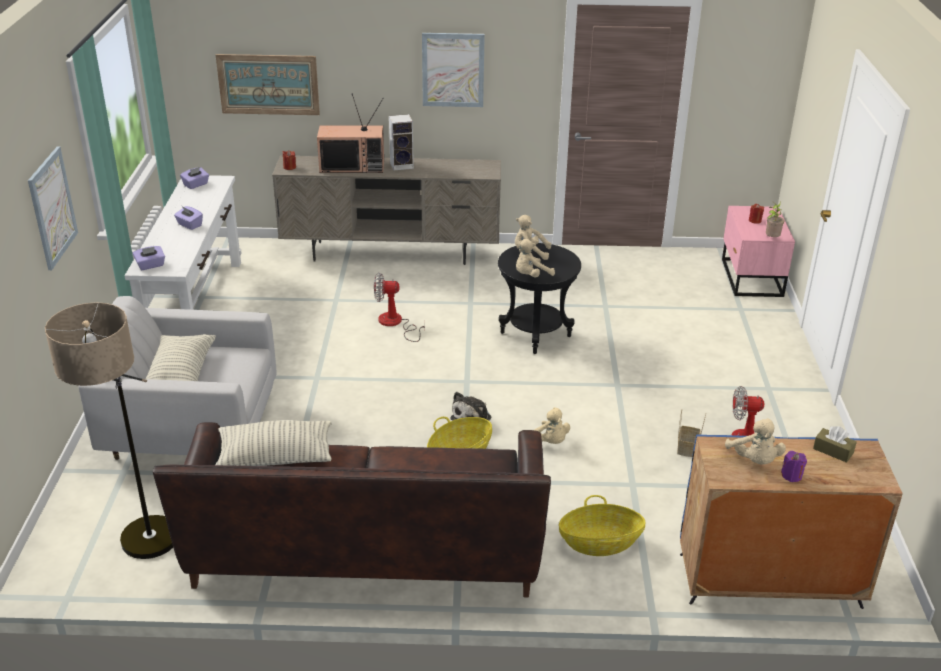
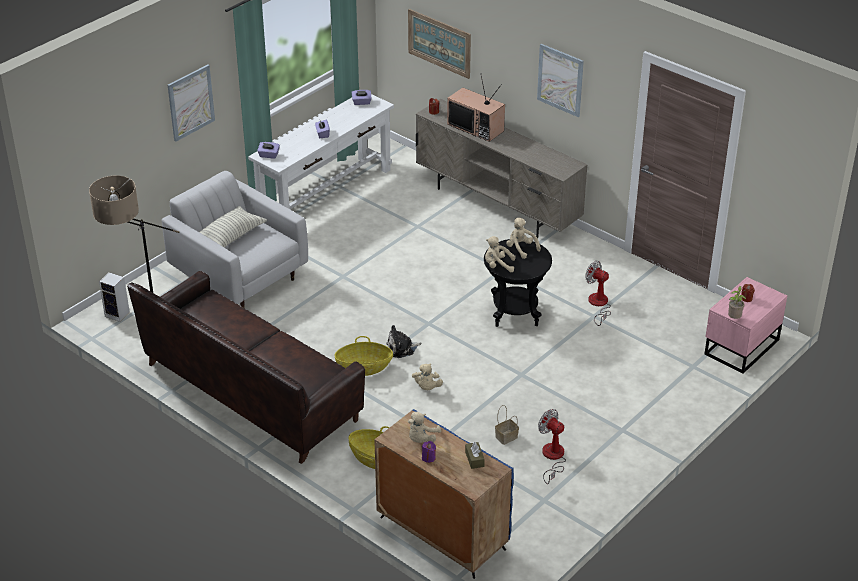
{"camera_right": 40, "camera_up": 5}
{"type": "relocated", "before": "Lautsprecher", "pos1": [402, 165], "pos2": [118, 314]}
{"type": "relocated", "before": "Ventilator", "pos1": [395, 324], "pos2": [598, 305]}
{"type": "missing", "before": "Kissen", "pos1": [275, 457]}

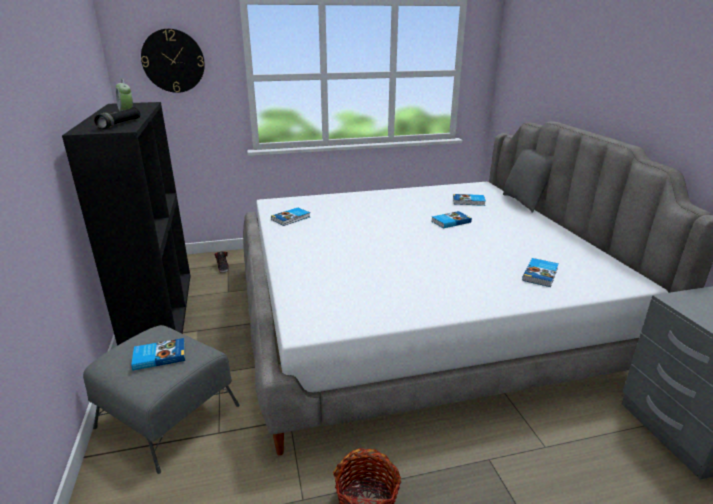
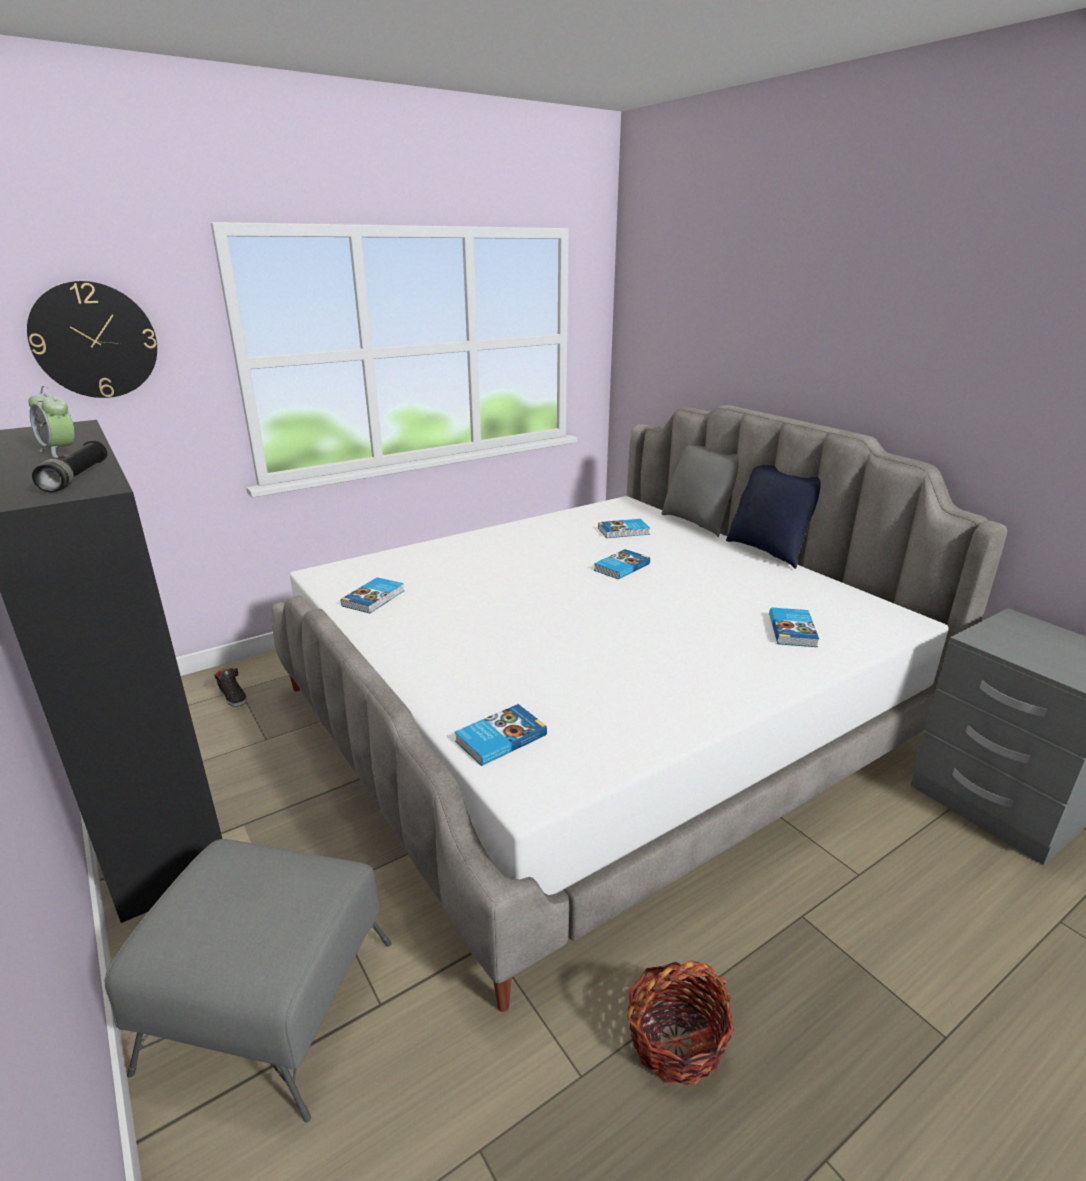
{"camera_right": -20, "camera_up": 0}
{"type": "relocated", "before": "Buch", "pos1": [159, 356], "pos2": [499, 738]}
{"type": "appeared", "after": "Kissen (blau)", "pos2": [768, 551]}

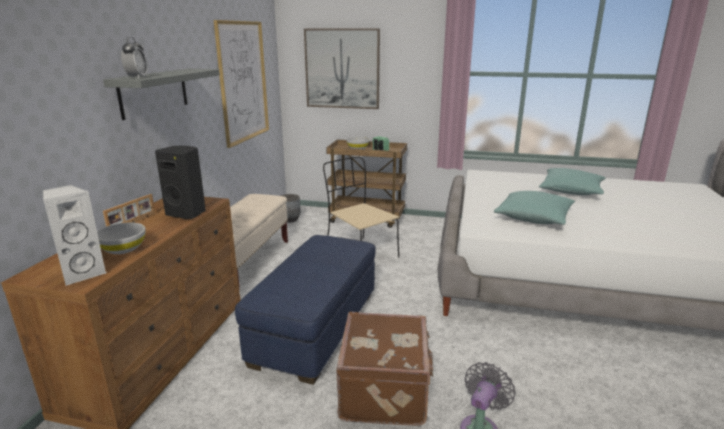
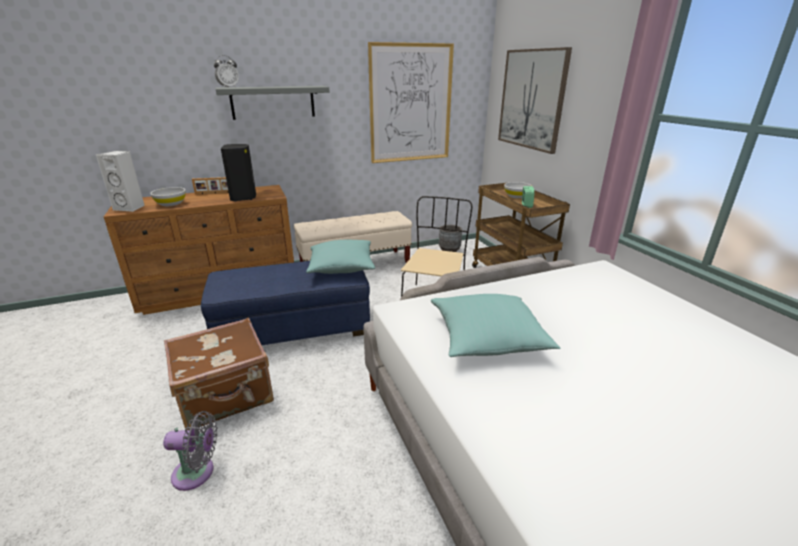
{"camera_right": 55, "camera_up": 5}
{"type": "relocated", "before": "Kissen (türkis)", "pos1": [571, 191], "pos2": [341, 267]}

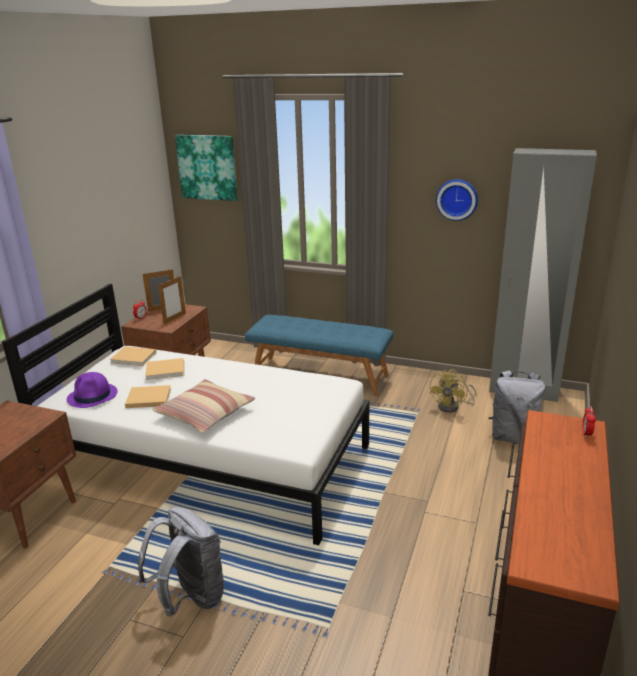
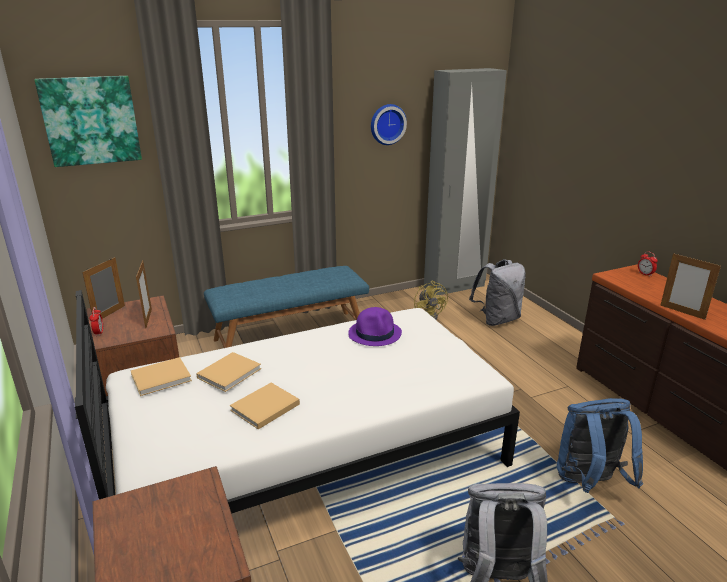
{"camera_right": -45, "camera_up": 0}
{"type": "relocated", "before": "Hut (lila)", "pos1": [93, 396], "pos2": [375, 333]}
{"type": "appeared", "after": "Rucksack (blau)", "pos2": [589, 483]}
{"type": "appeared", "after": "Bilderrahmen", "pos2": [682, 312]}
{"type": "missing", "before": "Kissen", "pos1": [205, 414]}

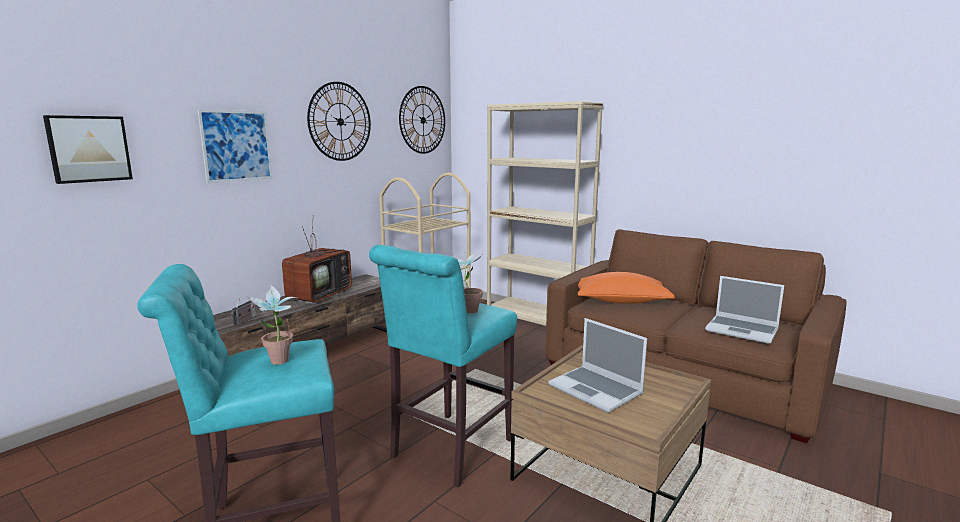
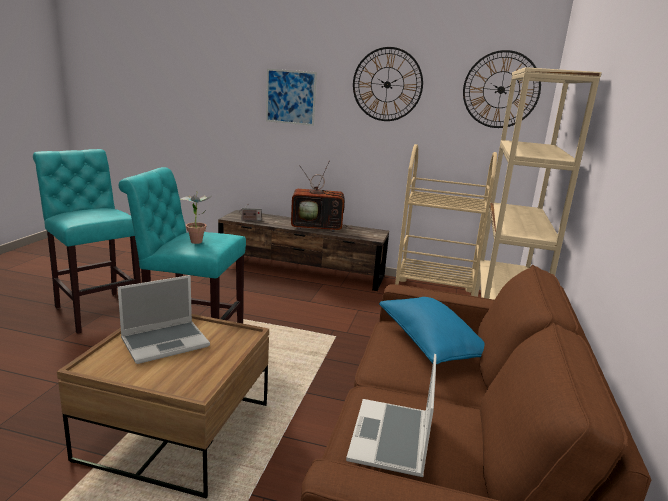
{"camera_right": 65, "camera_up": 5}
{"type": "spun", "before": "Laptop", "pos1": [597, 390], "pos2": [166, 342], "turn": -150}
{"type": "colour", "before": "Kissen (orange)", "after": "Kissen (blau)", "pos1": [621, 301], "pos2": [430, 343]}
{"type": "missing", "before": "Bild", "pos1": [89, 149]}
{"type": "missing", "before": "Topfpflanze", "pos1": [279, 363]}

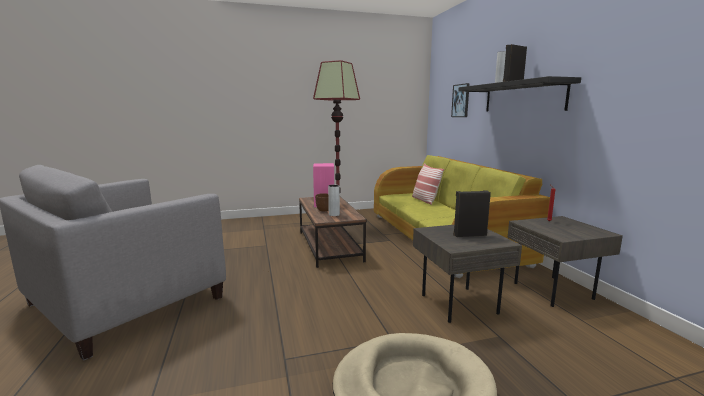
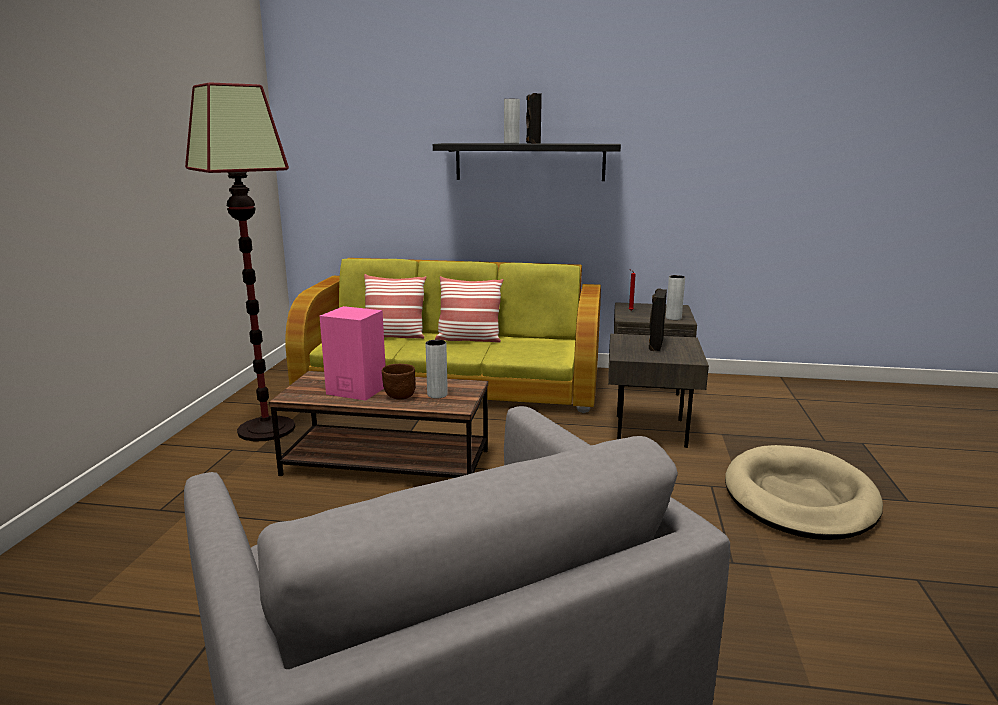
{"camera_right": -65, "camera_up": 5}
{"type": "appeared", "after": "Kissen", "pos2": [469, 339]}
{"type": "appeared", "after": "Vase (grau)", "pos2": [673, 318]}
{"type": "missing", "before": "Bild", "pos1": [461, 100]}

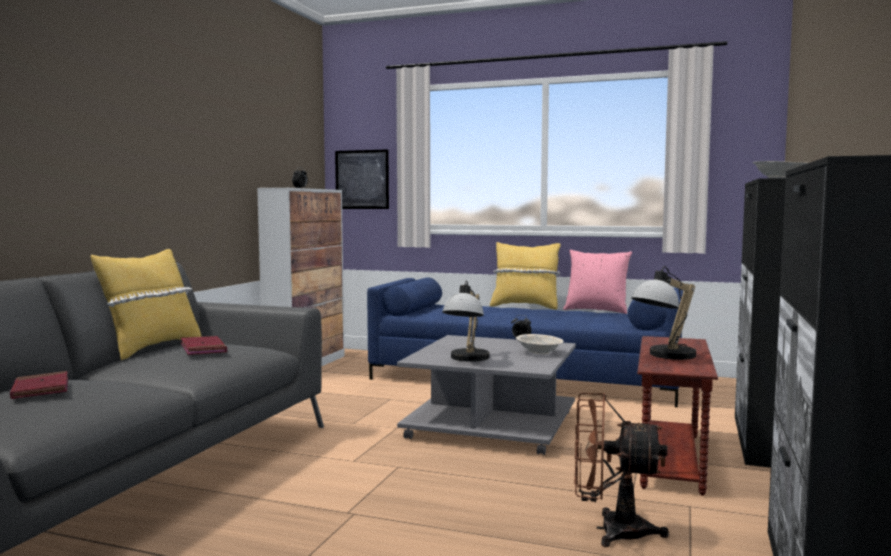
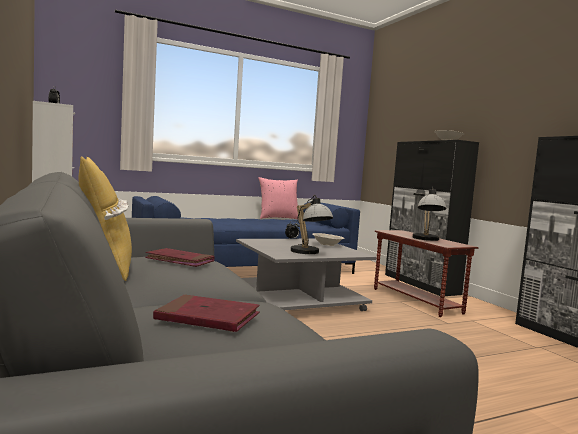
{"camera_right": -45, "camera_up": 0}
{"type": "missing", "before": "Bild", "pos1": [362, 179]}
{"type": "missing", "before": "Kissen (gelb)", "pos1": [525, 306]}
{"type": "missing", "before": "Ventilator (braun)", "pos1": [610, 530]}

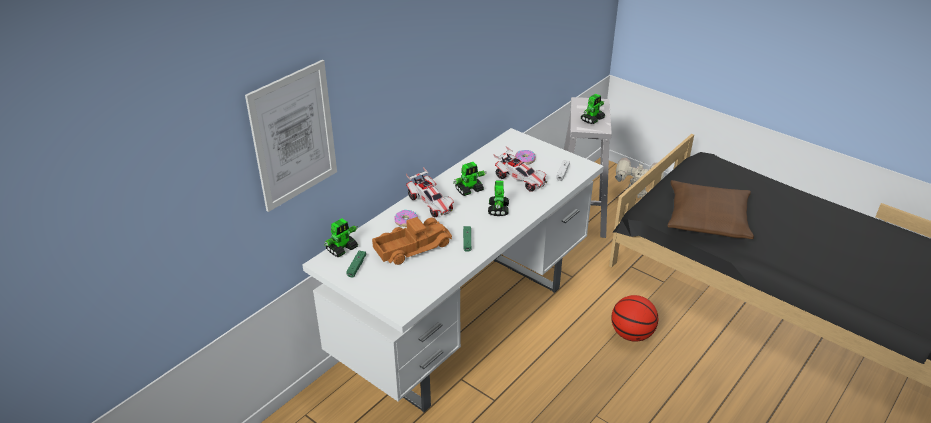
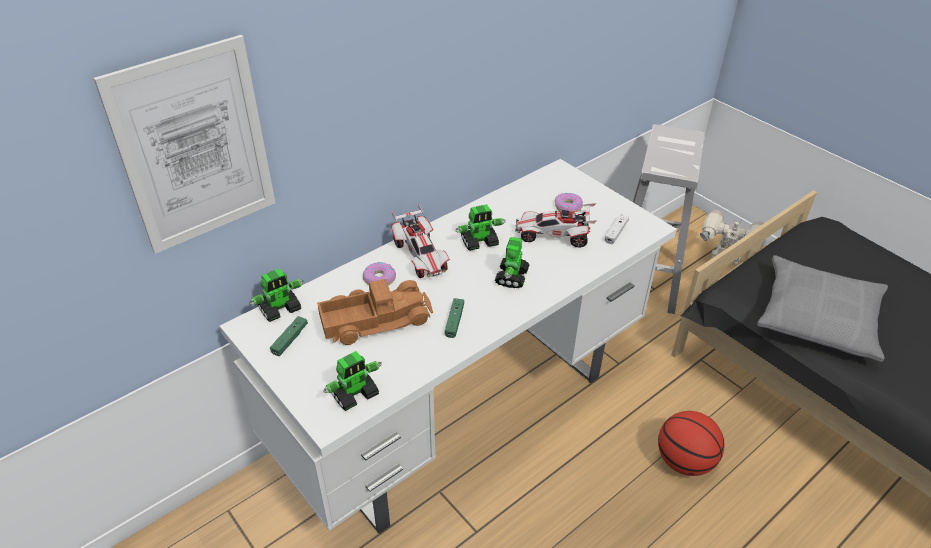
{"camera_right": 10, "camera_up": 5}
{"type": "relocated", "before": "Spielzeugroboter", "pos1": [592, 119], "pos2": [355, 394]}
{"type": "spun", "before": "Spielzeugauto", "pos1": [520, 180], "pos2": [554, 236], "turn": 135}
{"type": "colour", "before": "Kissen (braun)", "after": "Kissen (grau)", "pos1": [707, 218], "pos2": [818, 317]}

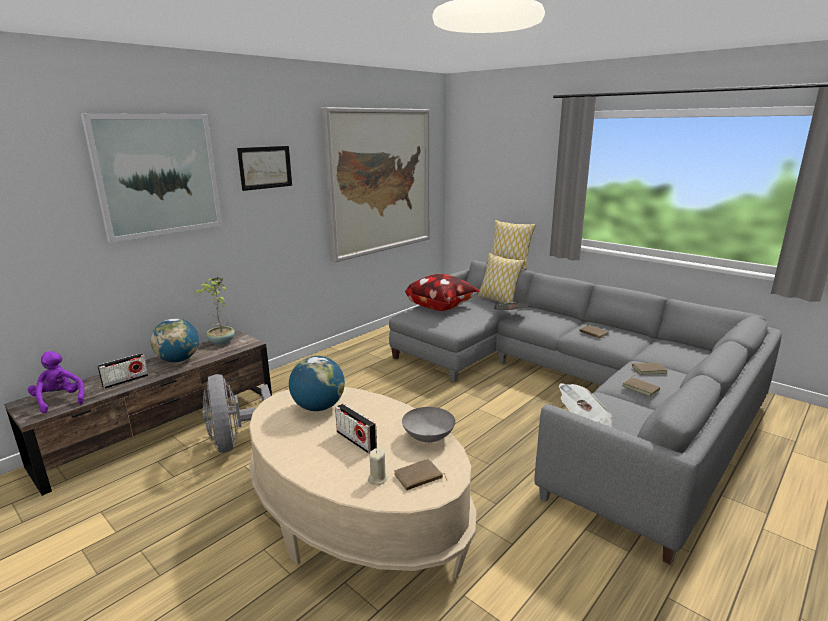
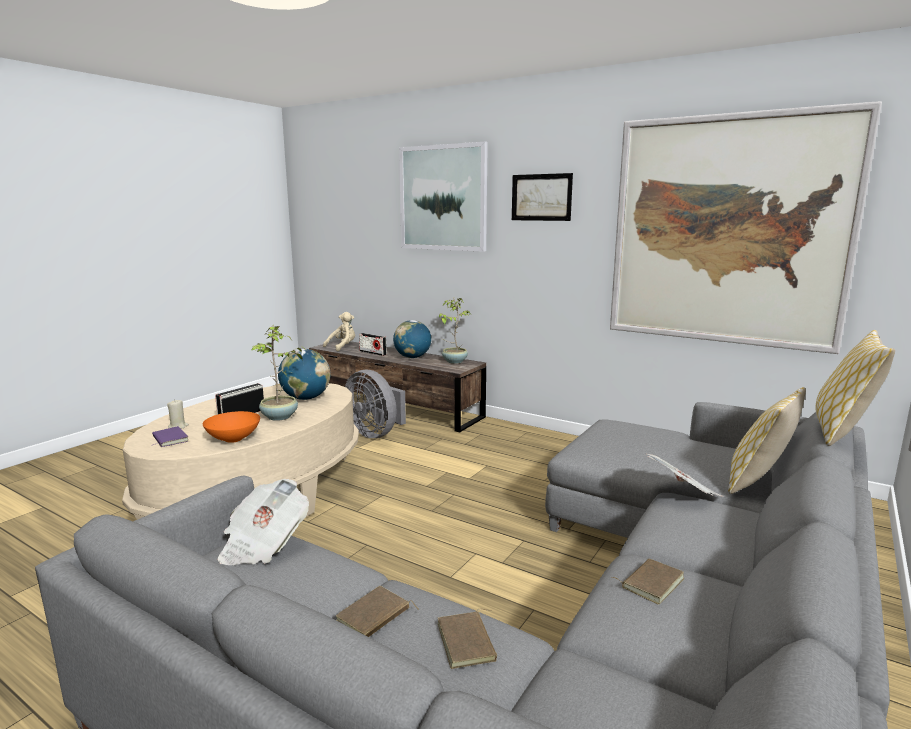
{"camera_right": 80, "camera_up": -5}
{"type": "colour", "before": "Buch (braun)", "after": "Buch (lila)", "pos1": [418, 477], "pos2": [168, 439]}
{"type": "colour", "before": "Schüssel (grau)", "after": "Schüssel (orange)", "pos1": [427, 437], "pos2": [234, 439]}
{"type": "appeared", "after": "Topfpflanze", "pos2": [279, 417]}
{"type": "colour", "before": "Plüschtier (lila)", "after": "Plüschtier (beige)", "pos1": [60, 400], "pos2": [342, 347]}
{"type": "spun", "before": "Ventilator (grau)", "pos1": [236, 442], "pos2": [376, 433], "turn": -105}
{"type": "missing", "before": "Kissen", "pos1": [441, 307]}

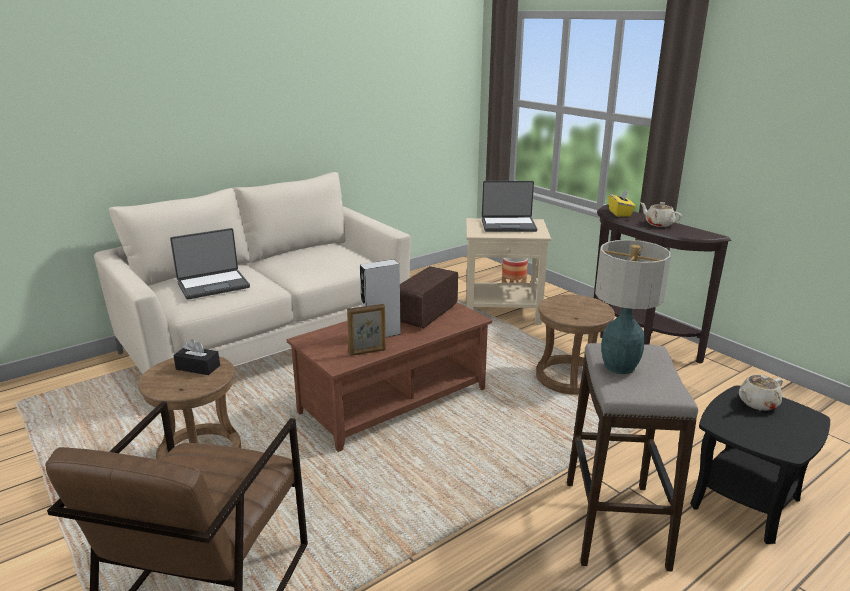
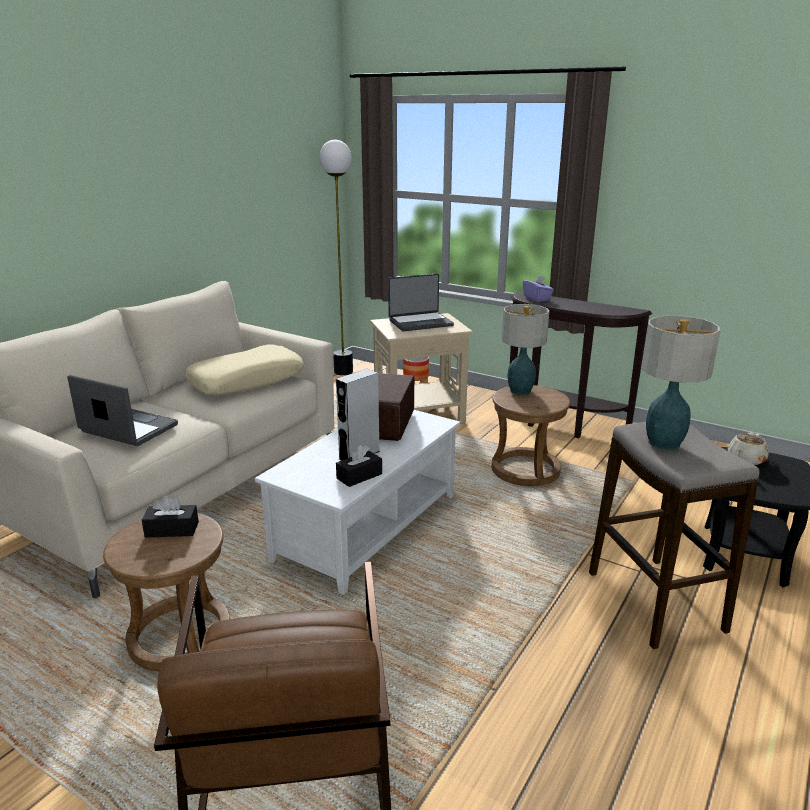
{"camera_right": -20, "camera_up": 0}
{"type": "spun", "before": "Laptop", "pos1": [213, 285], "pos2": [127, 429], "turn": -105}
{"type": "appeared", "after": "Kissen (beige)", "pos2": [246, 381]}
{"type": "colour", "before": "Couchtisch (braun)", "after": "Couchtisch (weiß)", "pos1": [393, 400], "pos2": [366, 526]}
{"type": "appeared", "after": "Stehlampe", "pos2": [343, 372]}
{"type": "exchanged", "before": "Bilderrahmen", "after": "Taschentuchbox (schwarz)", "pos1": [367, 352], "pos2": [359, 476]}
{"type": "appeared", "after": "Tischlampe", "pos2": [521, 391]}
{"type": "colour", "before": "Taschentuchbox (gelb)", "after": "Taschentuchbox (lila)", "pos1": [620, 213], "pos2": [537, 298]}
{"type": "missing", "before": "Teekanne (beige)", "pos1": [658, 224]}

